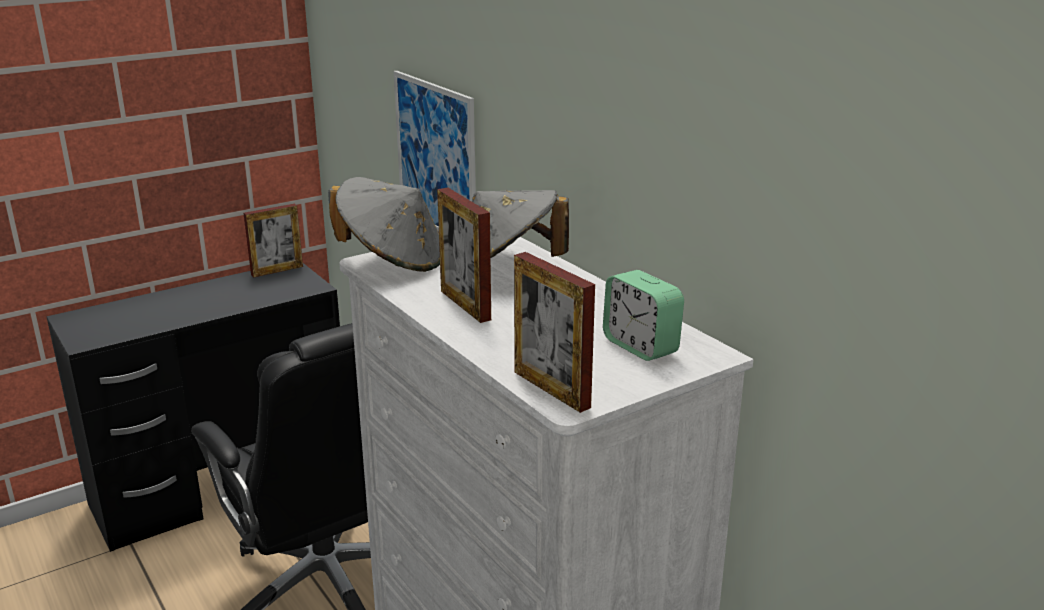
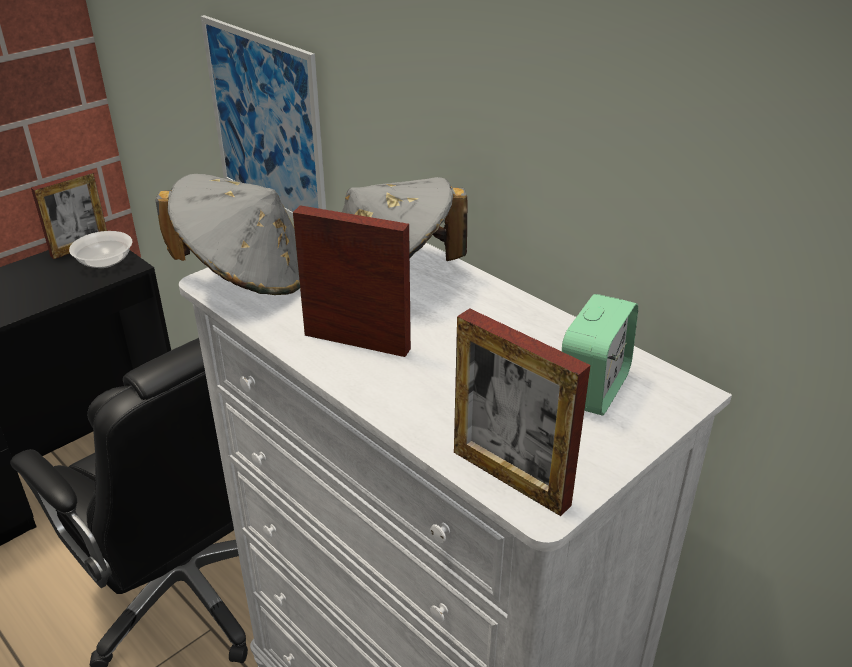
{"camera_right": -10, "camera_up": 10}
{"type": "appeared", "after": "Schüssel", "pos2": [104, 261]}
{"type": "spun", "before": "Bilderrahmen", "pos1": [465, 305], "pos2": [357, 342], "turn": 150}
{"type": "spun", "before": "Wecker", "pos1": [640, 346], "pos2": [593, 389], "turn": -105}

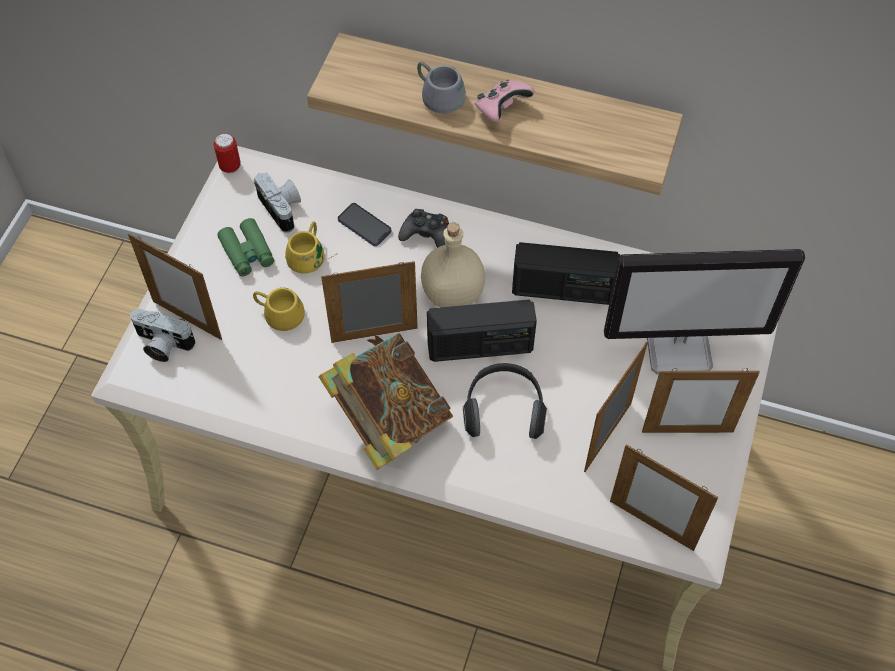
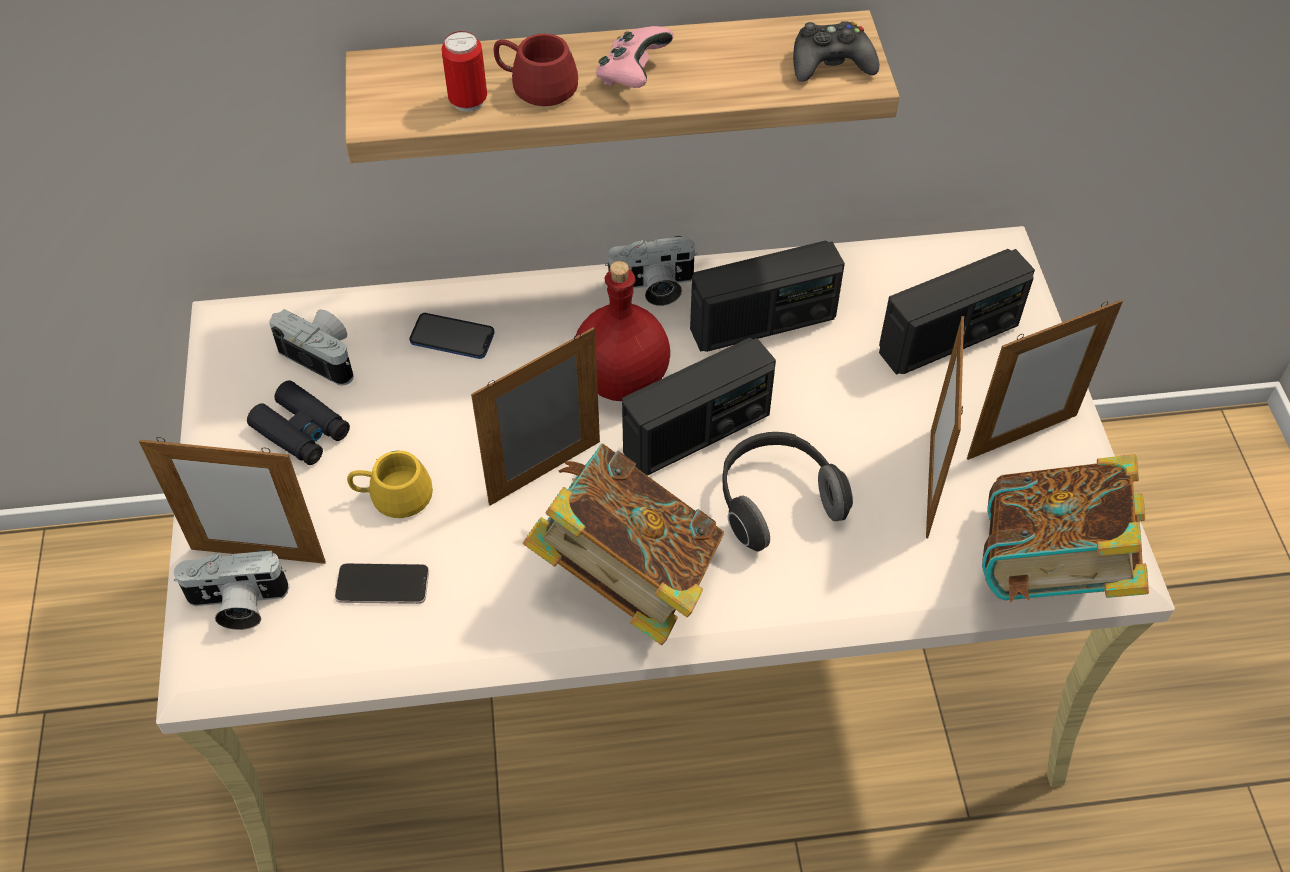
{"camera_right": -25, "camera_up": -5}
{"type": "colour", "before": "Fernglas (grün)", "after": "Fernglas (schwarz)", "pos1": [247, 252], "pos2": [302, 431]}
{"type": "appeared", "after": "Handy", "pos2": [382, 584]}
{"type": "relocated", "before": "Dose", "pos1": [230, 167], "pos2": [468, 101]}
{"type": "colour", "before": "Henkelbecher (grau)", "after": "Henkelbecher (rot)", "pos1": [442, 92], "pos2": [539, 80]}
{"type": "colour", "before": "Flasche (beige)", "after": "Flasche (rot)", "pos1": [453, 292], "pos2": [621, 378]}
{"type": "appeared", "after": "Kamera", "pos2": [653, 288]}
{"type": "relocated", "before": "Gamepad (schwarz)", "pos1": [426, 234], "pos2": [831, 63]}
{"type": "exchanged", "before": "Monitor", "after": "Radio", "pos1": [679, 347], "pos2": [949, 339]}
{"type": "exchanged", "before": "Bilderrahmen", "after": "Buch", "pos1": [651, 525], "pos2": [1051, 570]}
{"type": "missing", "before": "Henkelbecher (gelb)", "pos1": [311, 255]}

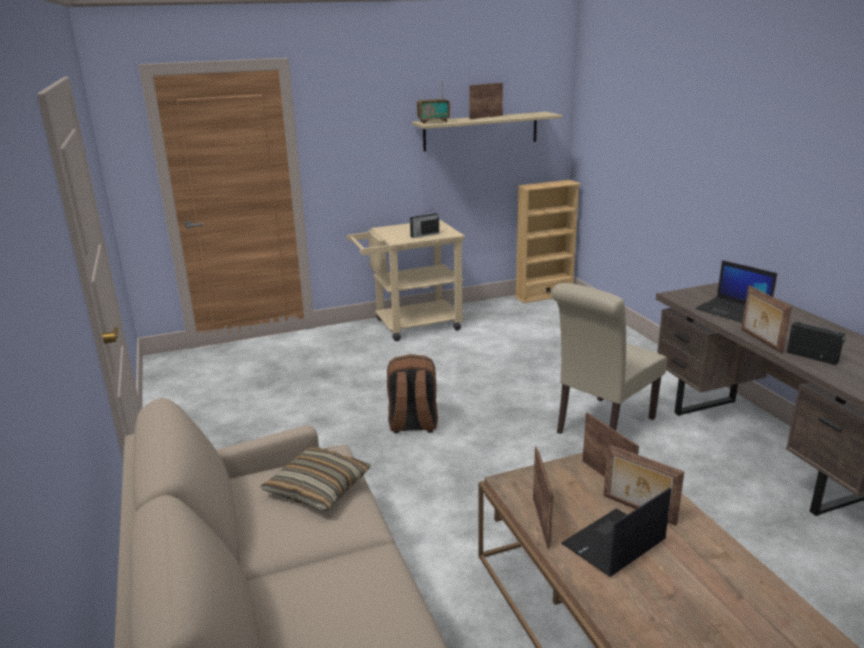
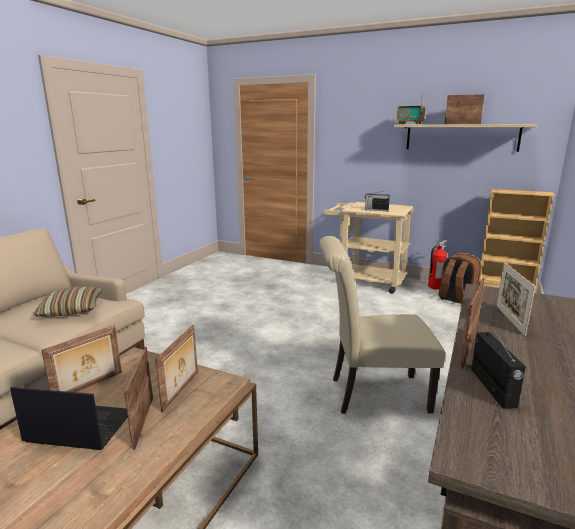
{"camera_right": 45, "camera_up": -5}
{"type": "appeared", "after": "Feuerlöscher", "pos2": [434, 287]}
{"type": "relocated", "before": "Rucksack (braun)", "pos1": [412, 424], "pos2": [456, 299]}
{"type": "exchanged", "before": "Laptop", "after": "Bilderrahmen", "pos1": [734, 311], "pos2": [510, 320]}

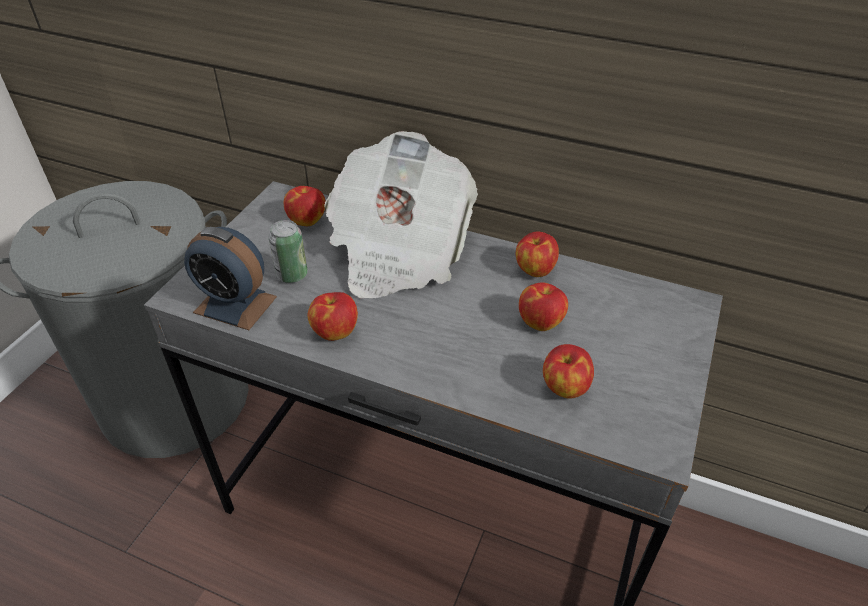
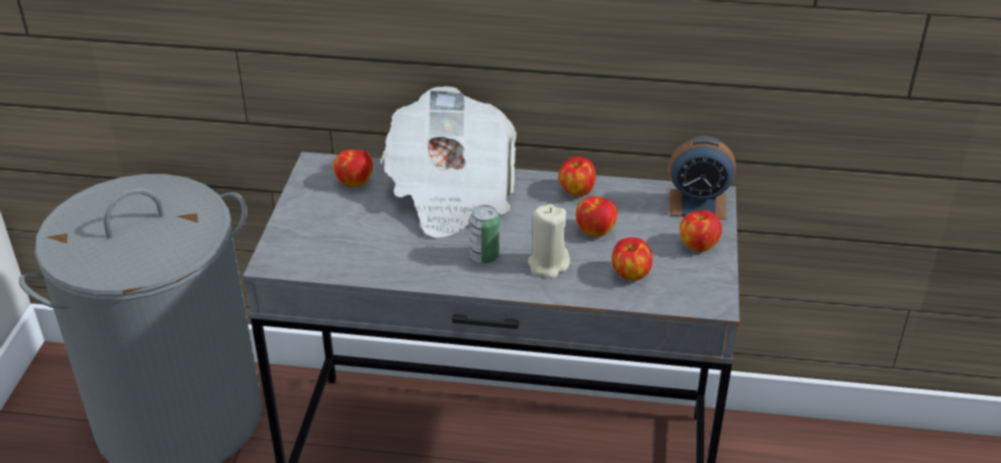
{"camera_right": -15, "camera_up": -5}
{"type": "relocated", "before": "Dose", "pos1": [292, 275], "pos2": [484, 256]}
{"type": "appeared", "after": "Kerze (beige)", "pos2": [548, 264]}
{"type": "relocated", "before": "Wecker", "pos1": [235, 304], "pos2": [697, 204]}
{"type": "relocated", "before": "Apfel", "pos1": [335, 331], "pos2": [698, 245]}

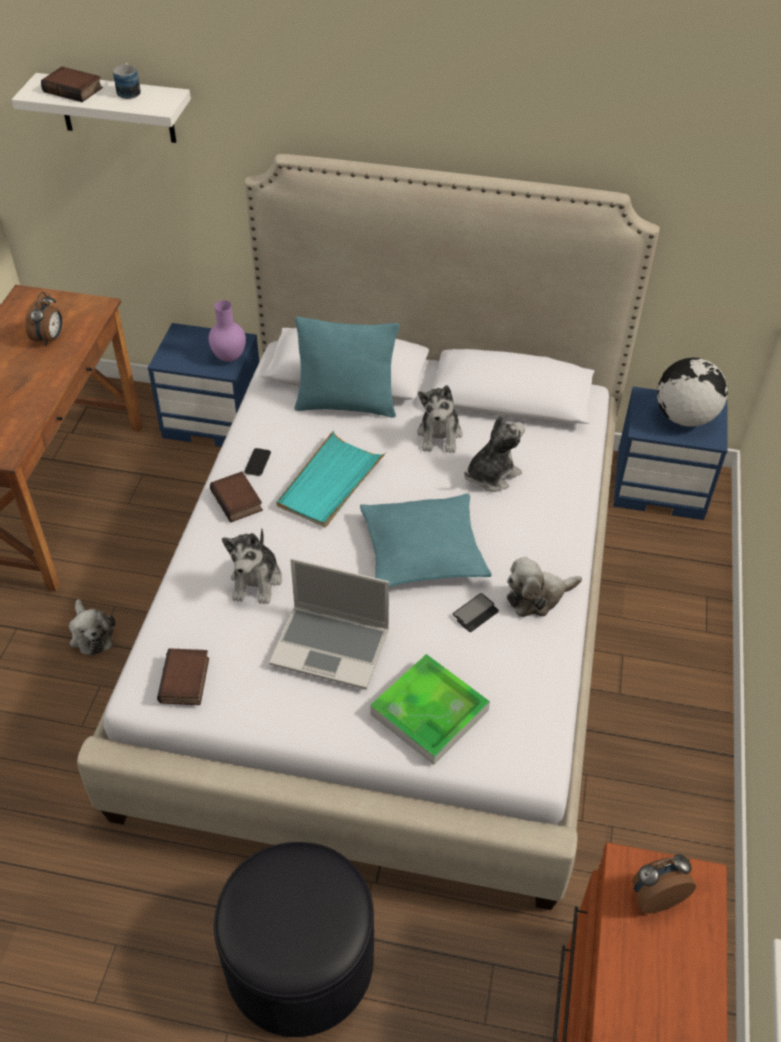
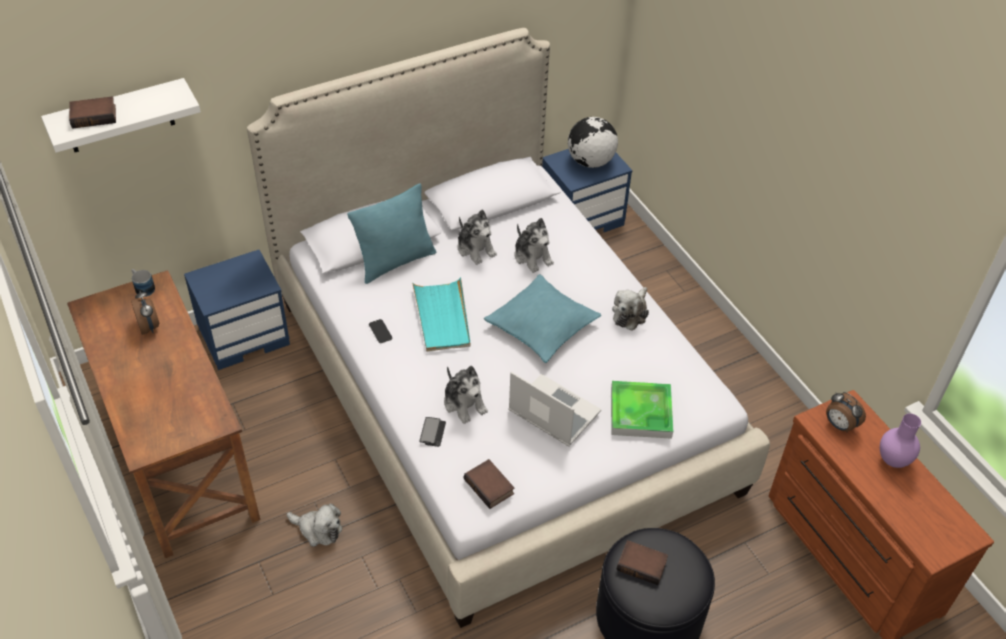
{"camera_right": -40, "camera_up": 0}
{"type": "relocated", "before": "Henkelbecher", "pos1": [129, 91], "pos2": [143, 287]}
{"type": "relocated", "before": "Handy", "pos1": [475, 613], "pos2": [432, 432]}
{"type": "spun", "before": "Laptop", "pos1": [332, 647], "pos2": [552, 412], "turn": -120}
{"type": "spun", "before": "Plüschtier", "pos1": [491, 475], "pos2": [532, 257], "turn": 135}
{"type": "relocated", "before": "Buch", "pos1": [238, 501], "pos2": [642, 564]}
{"type": "spun", "before": "Wecker", "pos1": [655, 896], "pos2": [839, 425], "turn": -75}
{"type": "relocated", "before": "Vase (lila)", "pos1": [230, 358], "pos2": [894, 461]}

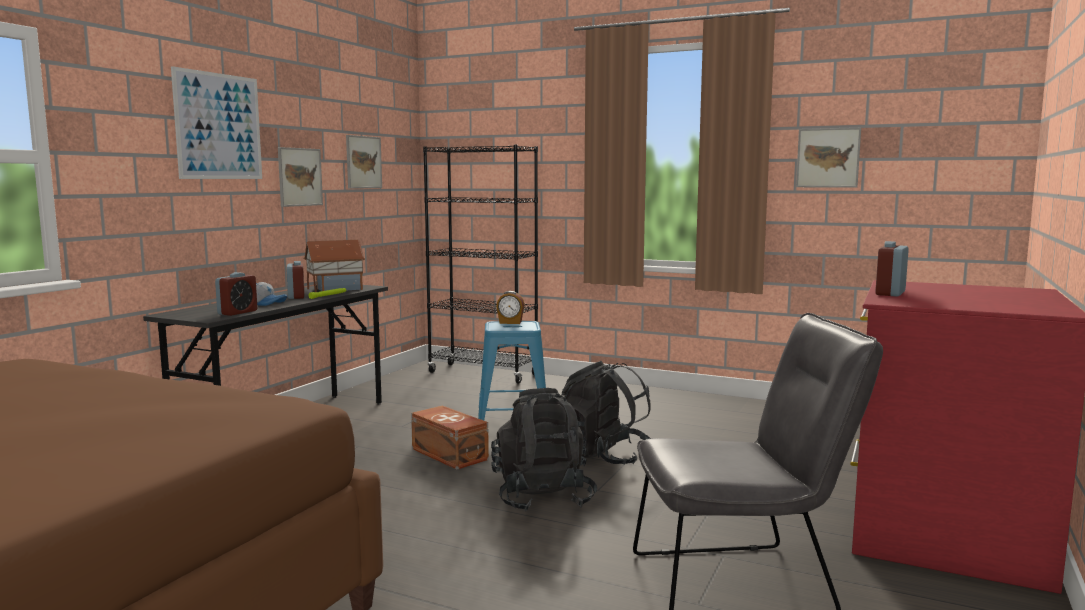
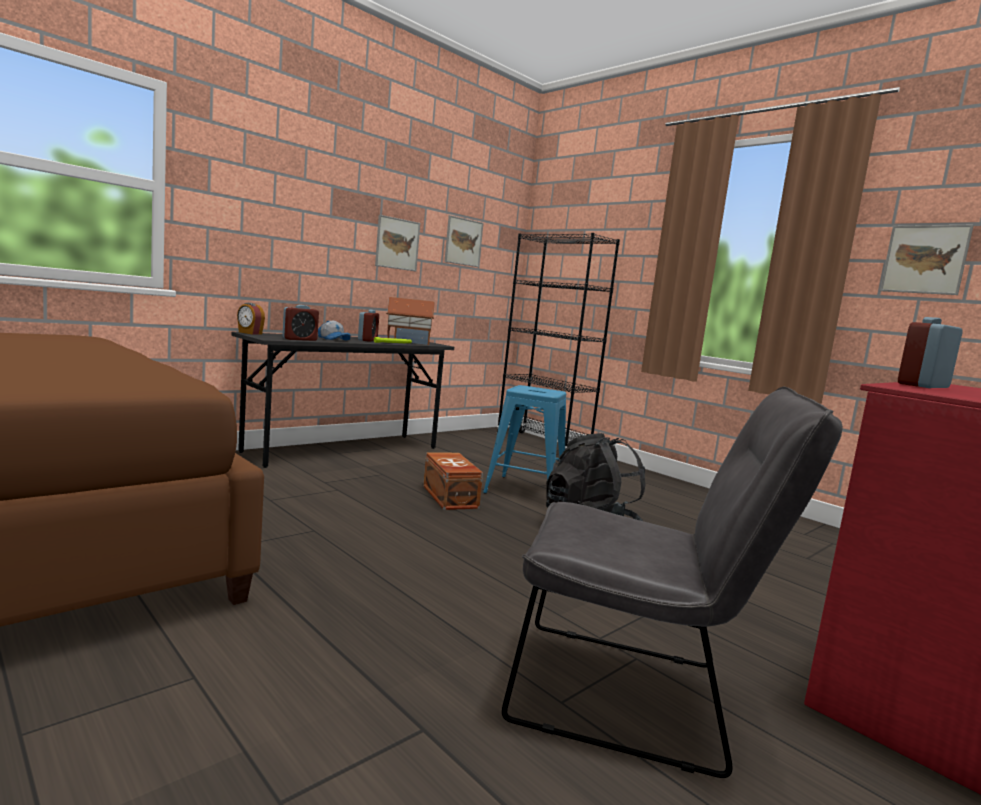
{"camera_right": 20, "camera_up": 0}
{"type": "relocated", "before": "Wecker", "pos1": [510, 322], "pos2": [249, 333]}
{"type": "missing", "before": "Bild", "pos1": [218, 126]}
{"type": "missing", "before": "Rucksack (schwarz)", "pos1": [542, 497]}

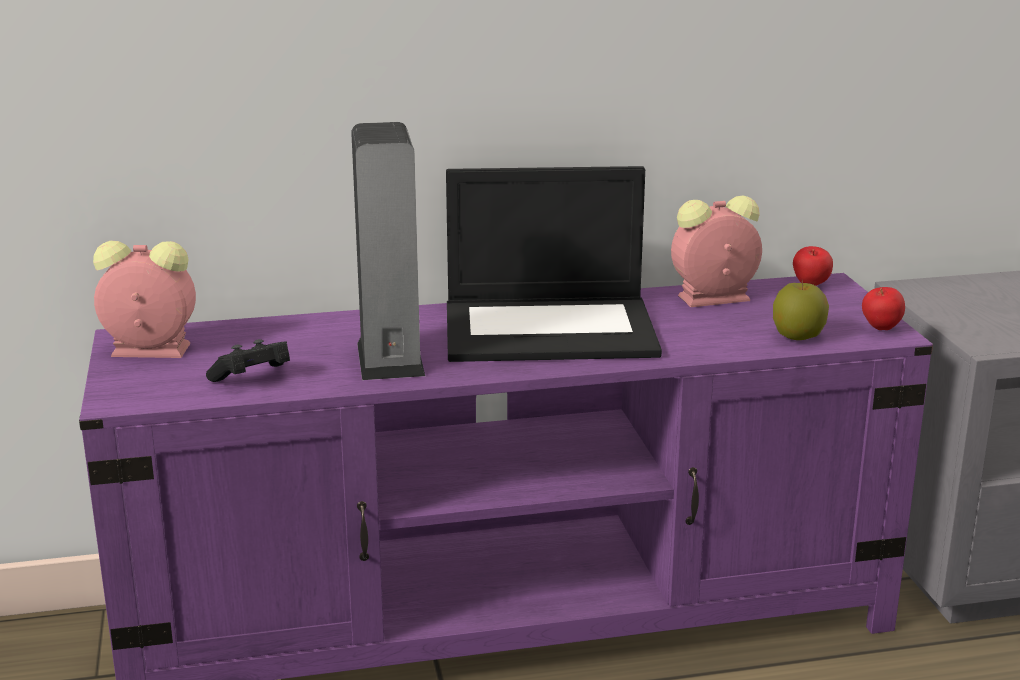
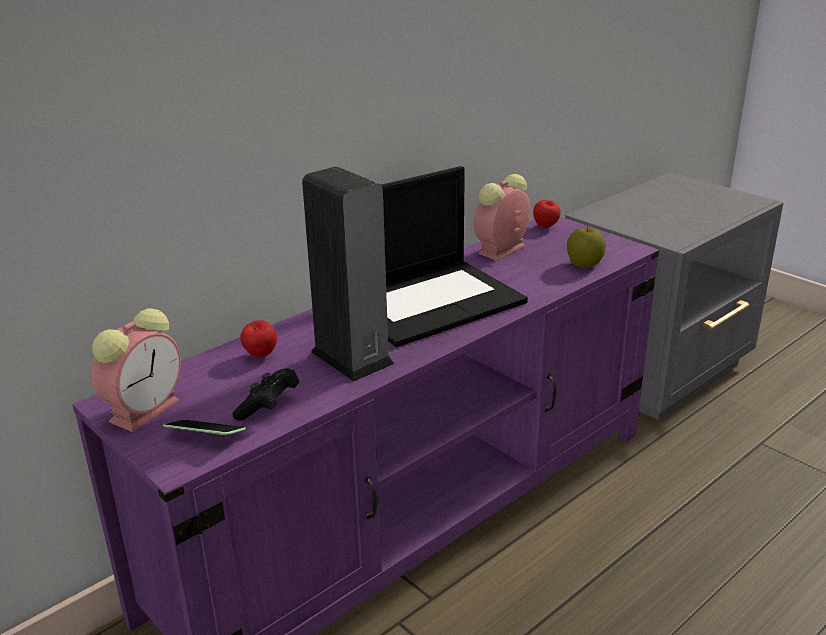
{"camera_right": -30, "camera_up": 5}
{"type": "spun", "before": "Wecker", "pos1": [147, 350], "pos2": [146, 409], "turn": 150}
{"type": "appeared", "after": "Handy", "pos2": [205, 436]}
{"type": "relocated", "before": "Apfel", "pos1": [880, 329], "pos2": [260, 356]}

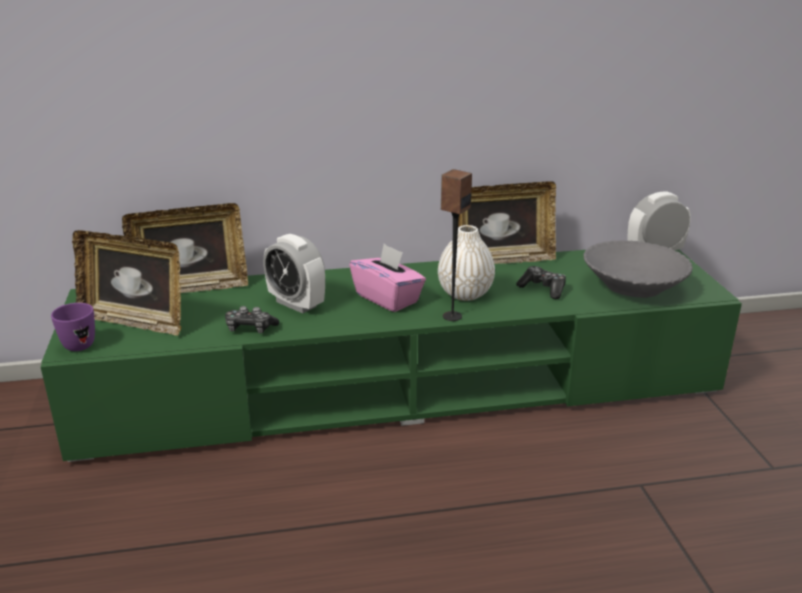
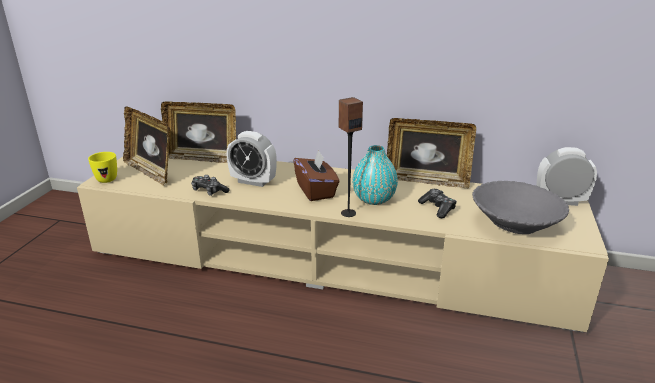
{"camera_right": 25, "camera_up": 0}
{"type": "colour", "before": "Fernsehschrank (grün)", "after": "Fernsehschrank (beige)", "pos1": [402, 387], "pos2": [328, 260]}
{"type": "colour", "before": "Henkelbecher (lila)", "after": "Henkelbecher (gelb)", "pos1": [76, 343], "pos2": [107, 178]}
{"type": "spun", "before": "Wecker", "pos1": [296, 304], "pos2": [253, 181], "turn": -45}
{"type": "colour", "before": "Taschentuchbox (rosa)", "after": "Taschentuchbox (braun)", "pos1": [388, 298], "pos2": [316, 190]}
{"type": "colour", "before": "Vase (weiß)", "after": "Vase (türkis)", "pos1": [465, 293], "pos2": [374, 199]}

